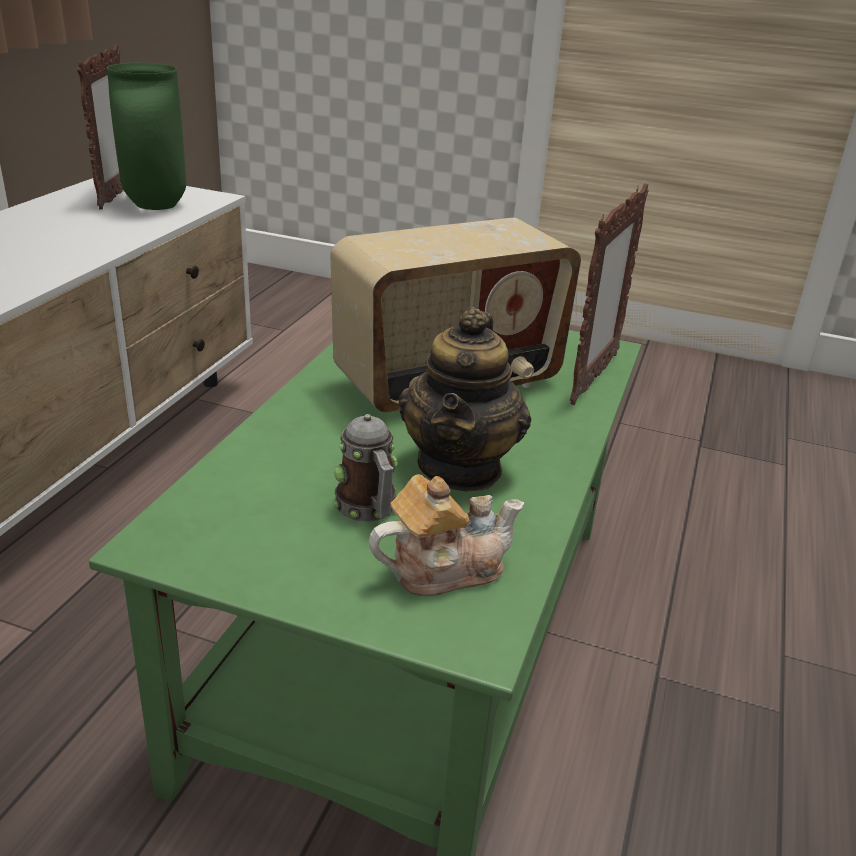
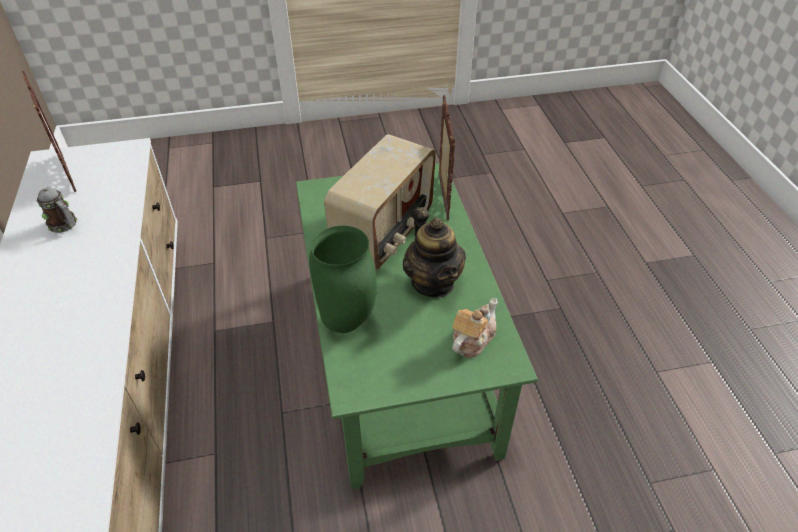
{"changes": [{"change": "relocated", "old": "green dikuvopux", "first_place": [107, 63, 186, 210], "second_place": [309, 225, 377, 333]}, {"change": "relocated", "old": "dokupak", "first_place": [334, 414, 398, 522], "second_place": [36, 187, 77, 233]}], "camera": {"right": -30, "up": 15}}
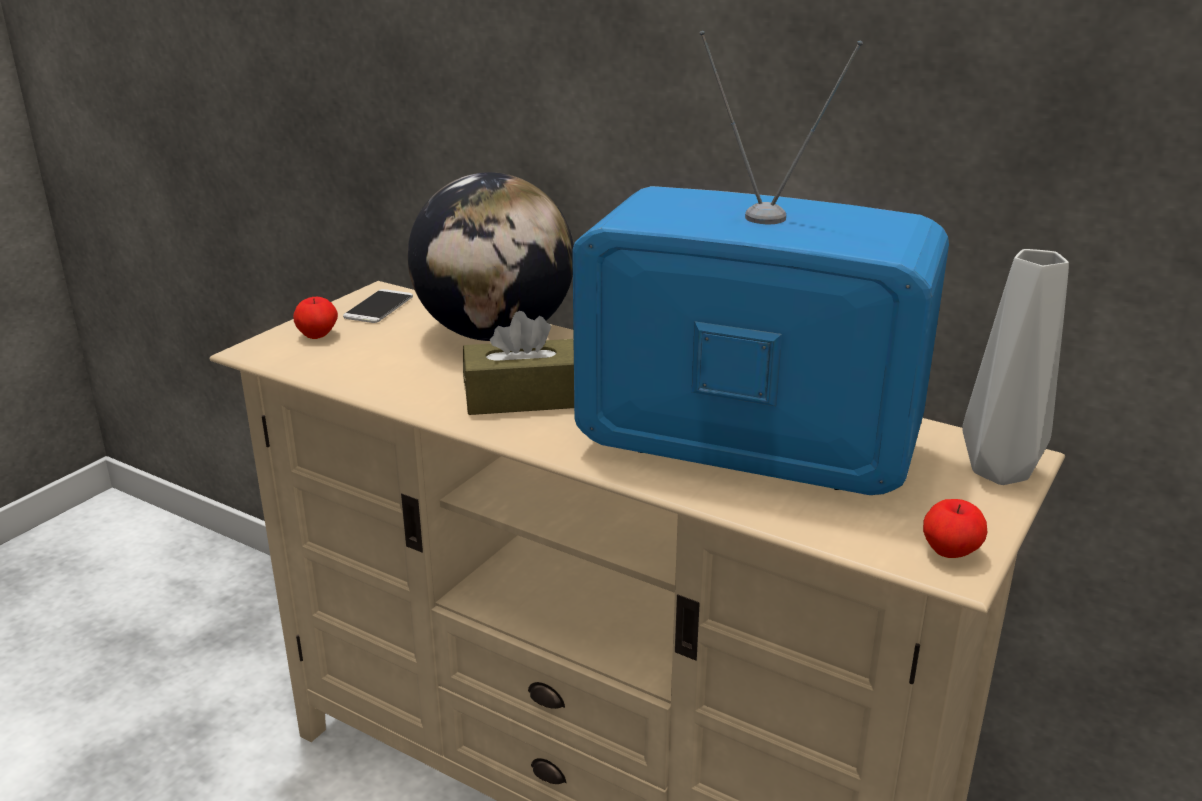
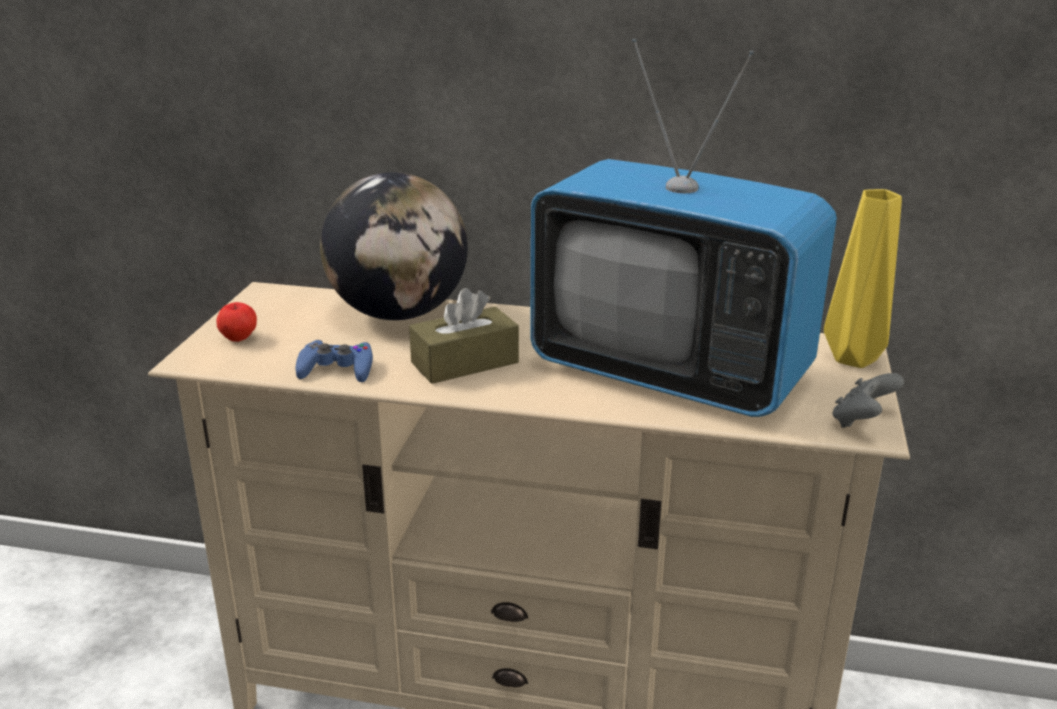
{"changes": [{"change": "missing", "old": "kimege", "first_place": [343, 289, 413, 323]}, {"change": "spun", "old": "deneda", "first_place": [572, 31, 949, 495], "second_place": [530, 39, 837, 417], "degrees": -150}, {"change": "exchanged", "old": "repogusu", "new": "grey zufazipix", "first_place": [923, 499, 988, 558], "second_place": [832, 373, 904, 428]}, {"change": "colour", "old": "grey dikuvopux", "new": "yellow dikuvopux", "first_place": [962, 249, 1069, 485], "second_place": [824, 189, 902, 368]}, {"change": "appeared", "new": "blue zufazipix", "second_place": [295, 340, 373, 382]}], "camera": {"right": -20, "up": 0}}
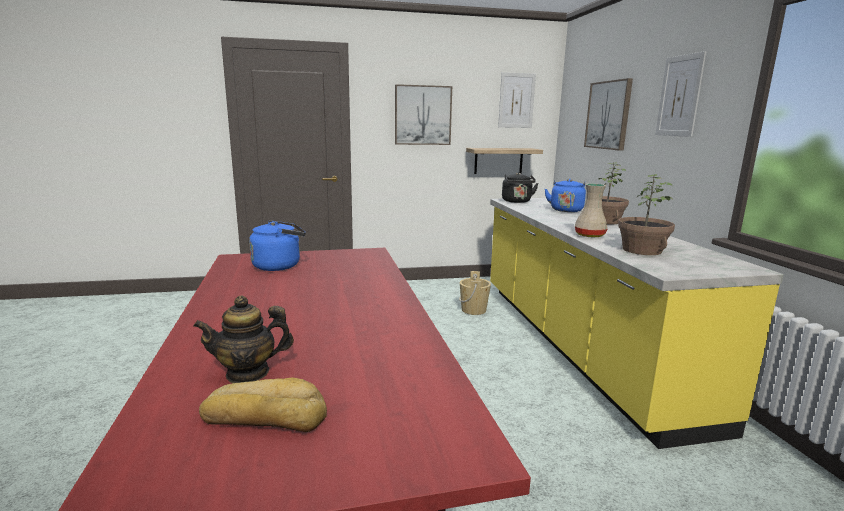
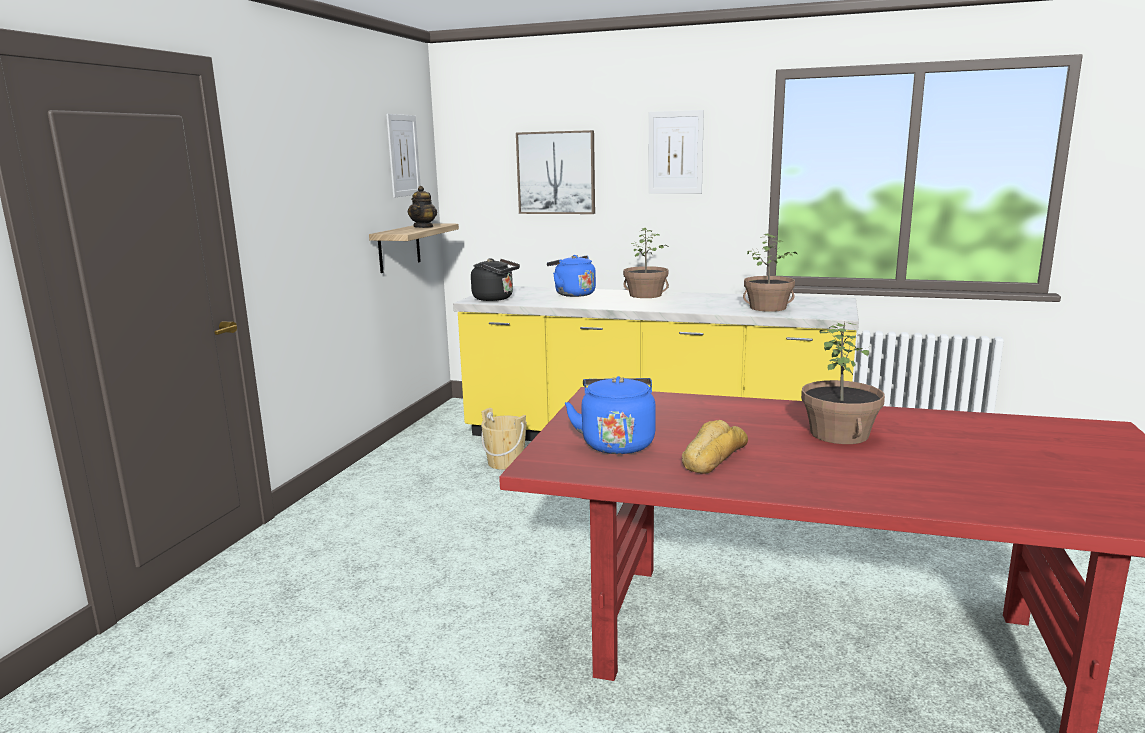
{"changes": [{"change": "relocated", "old": "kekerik", "first_place": [193, 296, 294, 383], "second_place": [408, 186, 437, 228]}, {"change": "relocated", "old": "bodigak", "first_place": [199, 377, 327, 432], "second_place": [682, 420, 748, 474]}, {"change": "missing", "old": "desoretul", "first_place": [395, 84, 452, 145]}, {"change": "missing", "old": "beige dikuvopux", "first_place": [575, 184, 608, 237]}, {"change": "appeared", "new": "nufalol", "second_place": [801, 322, 885, 444]}], "camera": {"right": -60, "up": 0}}
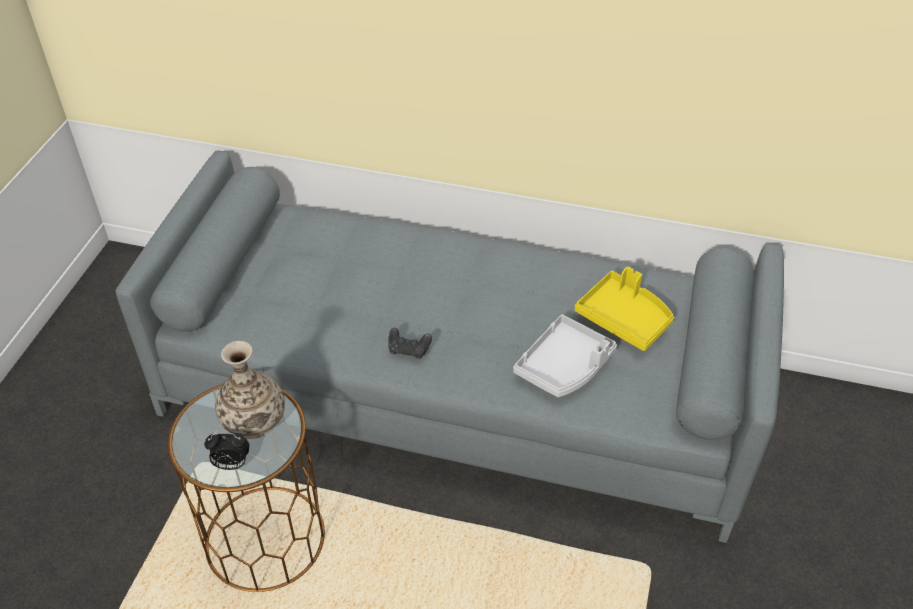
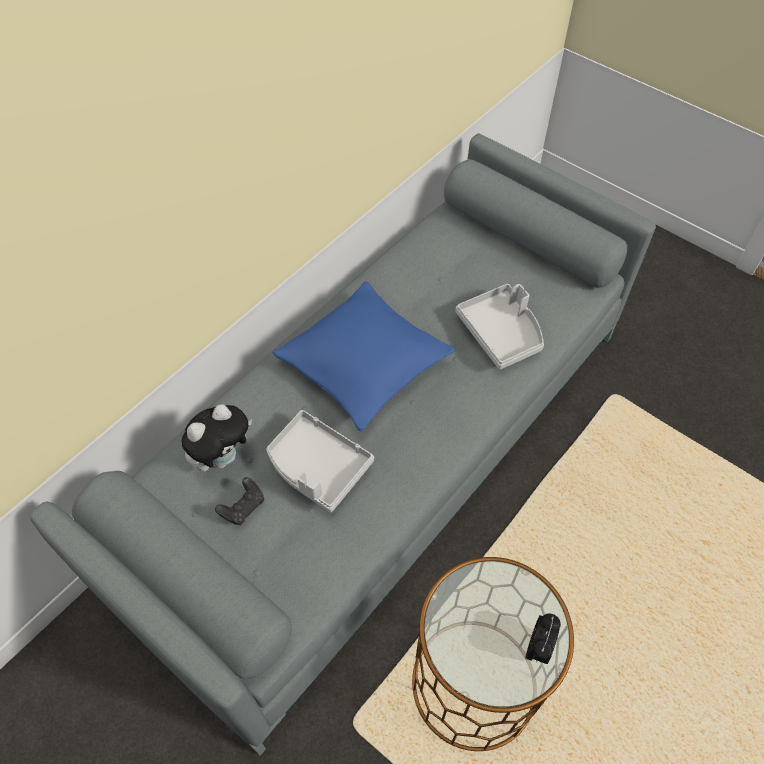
{"changes": [{"change": "missing", "old": "dikuvopux", "first_place": [215, 341, 285, 439]}, {"change": "relocated", "old": "black zufazipix", "first_place": [389, 328, 432, 359], "second_place": [215, 477, 264, 525]}, {"change": "missing", "old": "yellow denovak", "first_place": [575, 267, 674, 351]}, {"change": "appeared", "new": "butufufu", "second_place": [182, 404, 252, 472]}, {"change": "appeared", "new": "grey denovak", "second_place": [266, 410, 374, 512]}, {"change": "appeared", "new": "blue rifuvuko", "second_place": [272, 281, 455, 432]}], "camera": {"right": -65, "up": 10}}
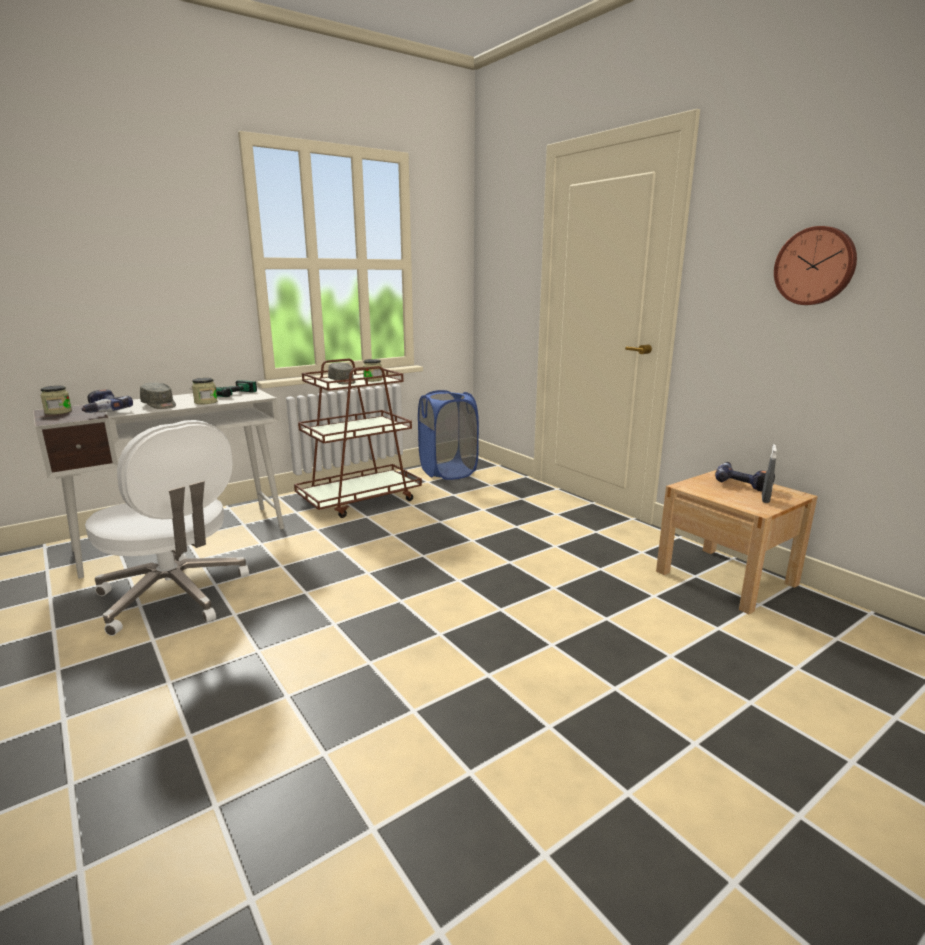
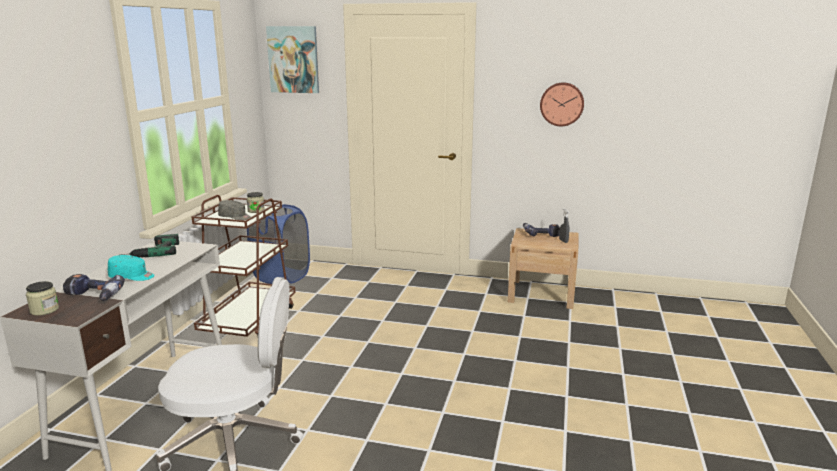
{"changes": [{"change": "colour", "old": "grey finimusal", "new": "turquoise finimusal", "first_place": [140, 382, 176, 409], "second_place": [108, 255, 155, 281]}, {"change": "missing", "old": "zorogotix", "first_place": [192, 378, 218, 404]}, {"change": "appeared", "new": "desoretul", "second_place": [266, 26, 319, 93]}], "camera": {"right": -40, "up": 0}}
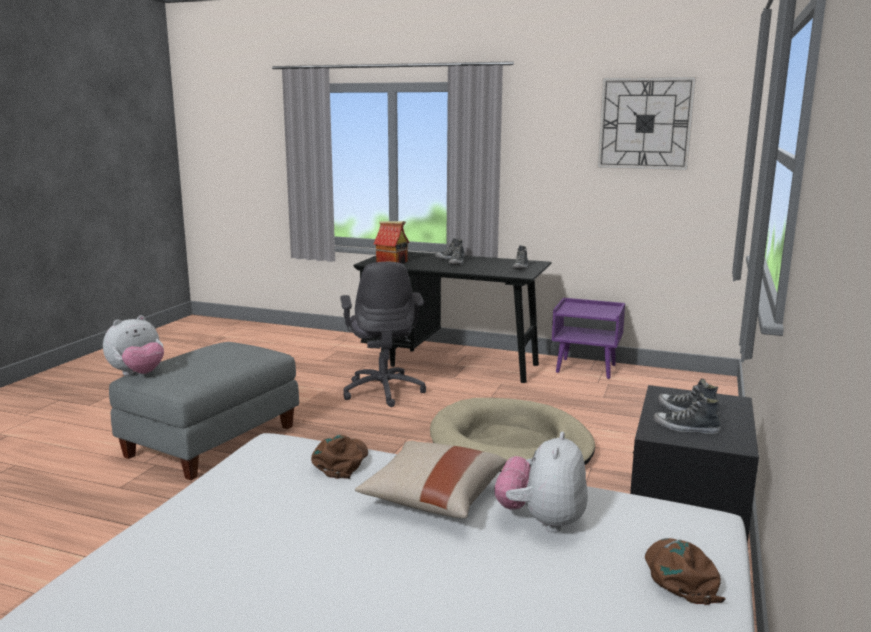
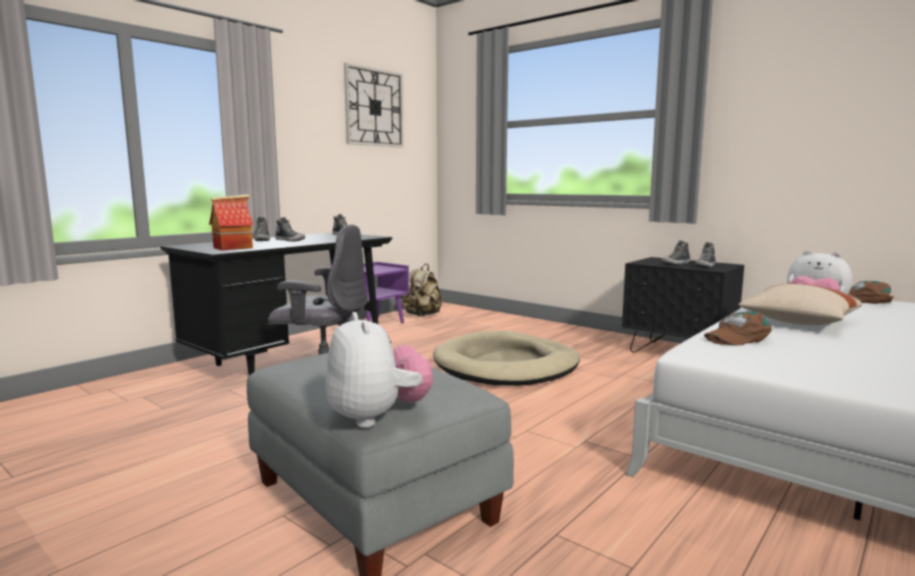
{"changes": [{"change": "spun", "old": "brown finimusal", "first_place": [311, 435, 368, 479], "second_place": [704, 311, 772, 346], "degrees": -60}, {"change": "appeared", "new": "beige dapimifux", "second_place": [401, 264, 442, 316]}], "camera": {"right": -70, "up": -5}}
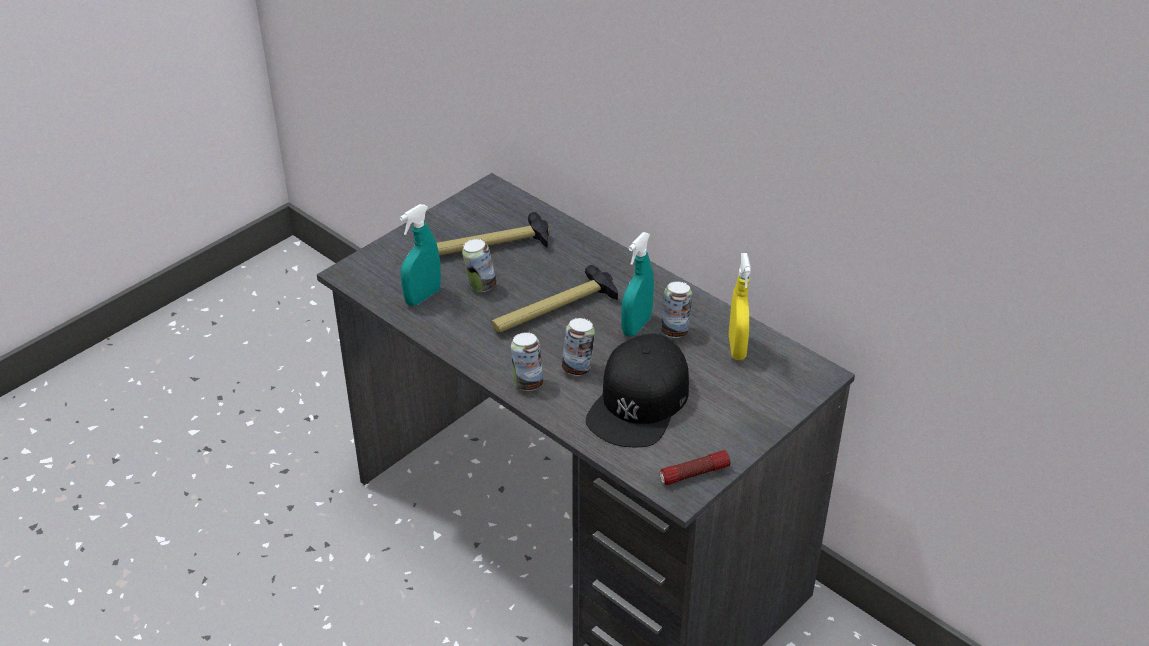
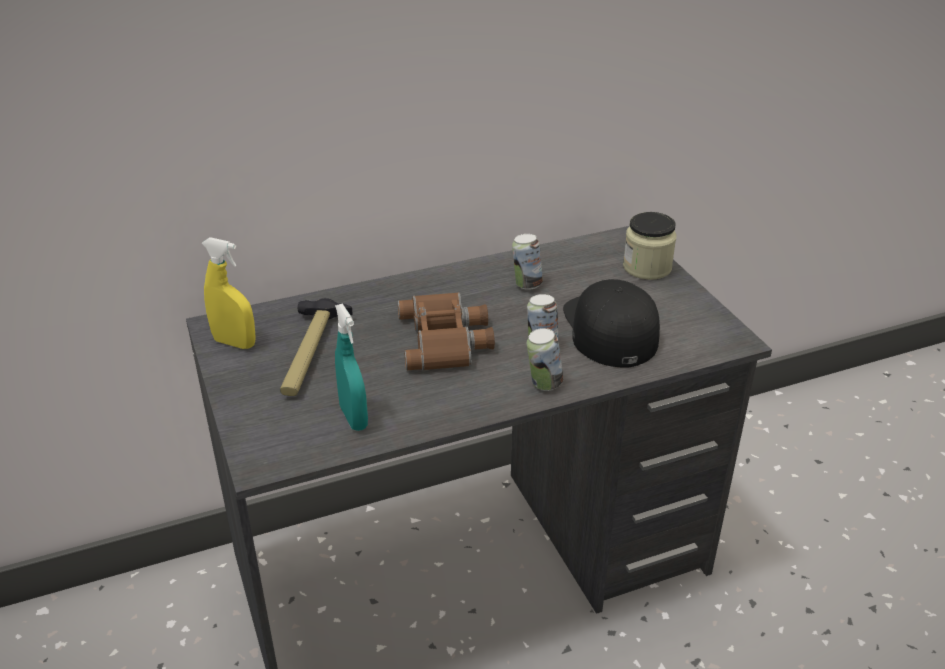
{"changes": [{"change": "missing", "old": "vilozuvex", "first_place": [462, 239, 497, 292]}, {"change": "exchanged", "old": "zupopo", "new": "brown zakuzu", "first_place": [492, 265, 618, 333], "second_place": [398, 292, 495, 370]}, {"change": "spun", "old": "black finimusal", "first_place": [586, 334, 689, 447], "second_place": [563, 279, 660, 368], "degrees": -150}, {"change": "missing", "old": "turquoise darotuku", "first_place": [621, 232, 654, 337]}, {"change": "missing", "old": "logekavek", "first_place": [660, 450, 730, 485]}, {"change": "relocated", "old": "yellow darotuku", "first_place": [729, 253, 751, 360], "second_place": [202, 237, 256, 349]}, {"change": "appeared", "new": "zorogotix", "second_place": [623, 212, 677, 280]}], "camera": {"right": -65, "up": -5}}
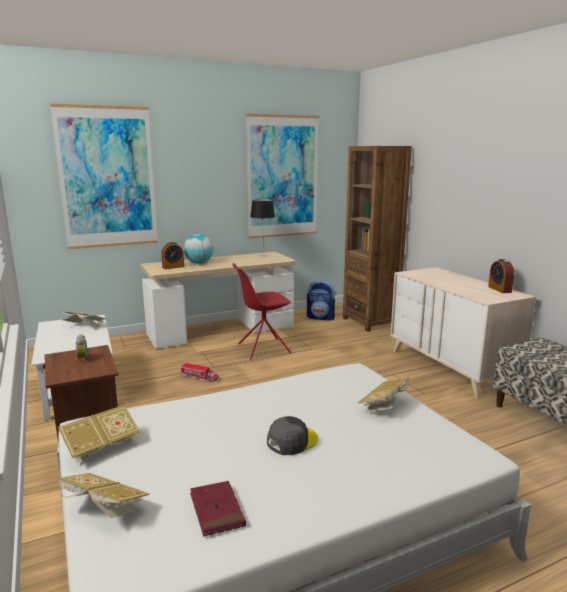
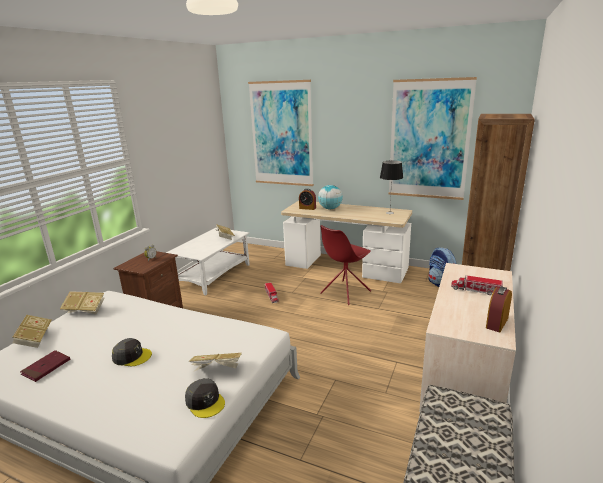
{"changes": [{"change": "spun", "old": "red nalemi", "first_place": [232, 263, 292, 359], "second_place": [320, 225, 371, 305], "degrees": -75}, {"change": "appeared", "new": "grey finimusal", "second_place": [185, 378, 225, 418]}, {"change": "appeared", "new": "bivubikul", "second_place": [451, 276, 503, 295]}], "camera": {"right": 50, "up": 5}}
